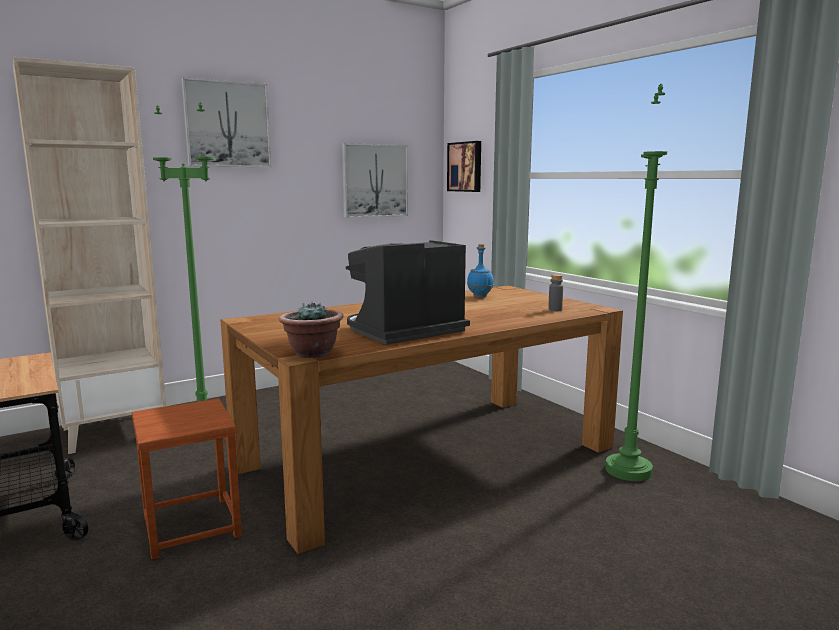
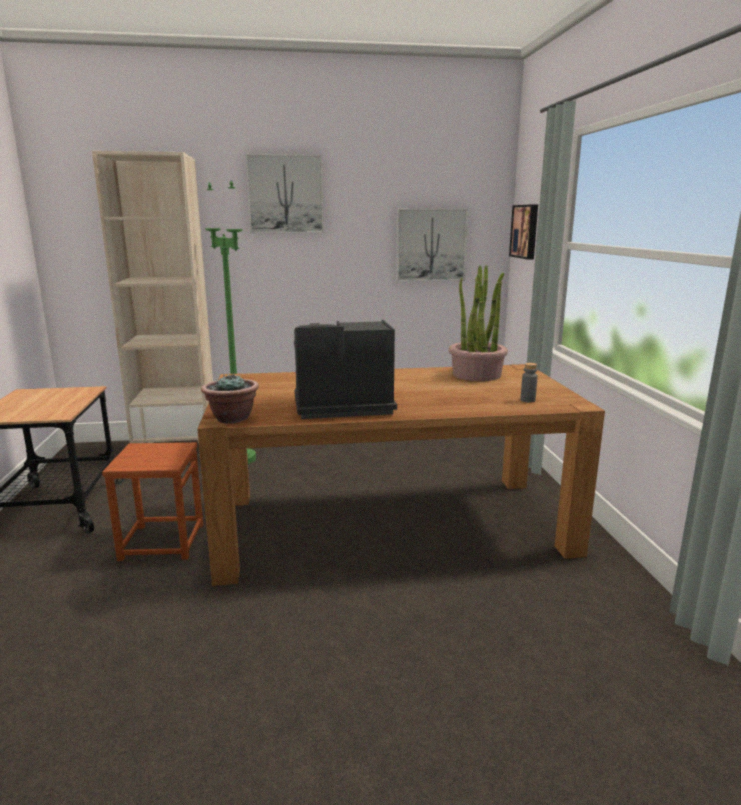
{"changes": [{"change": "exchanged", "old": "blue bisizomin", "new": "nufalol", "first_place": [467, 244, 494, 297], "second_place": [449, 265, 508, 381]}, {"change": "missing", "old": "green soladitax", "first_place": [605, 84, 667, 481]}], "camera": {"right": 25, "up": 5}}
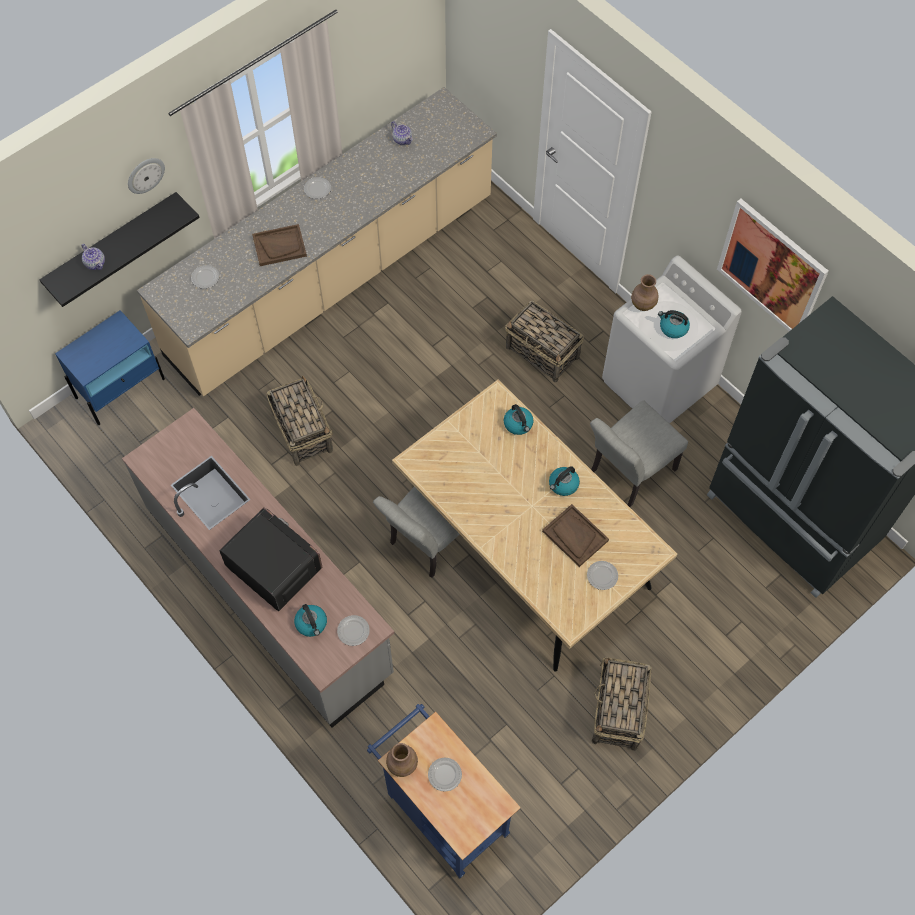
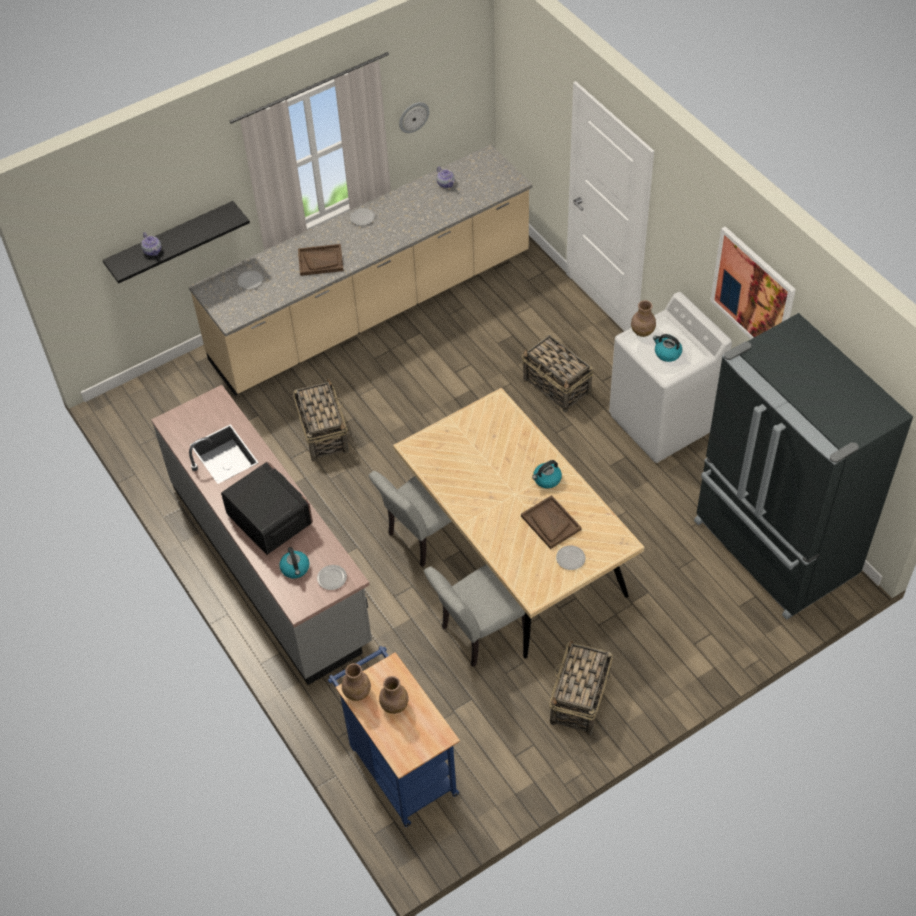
{"changes": [{"change": "missing", "old": "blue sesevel", "first_place": [55, 310, 165, 425]}, {"change": "relocated", "old": "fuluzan", "first_place": [128, 158, 165, 194], "second_place": [399, 102, 429, 133]}, {"change": "exchanged", "old": "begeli", "new": "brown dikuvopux", "first_place": [428, 758, 462, 792], "second_place": [379, 676, 409, 714]}, {"change": "missing", "old": "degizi", "first_place": [504, 404, 533, 435]}, {"change": "relocated", "old": "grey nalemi", "first_place": [590, 400, 688, 507], "second_place": [424, 564, 525, 667]}], "camera": {"right": 10, "up": -10}}
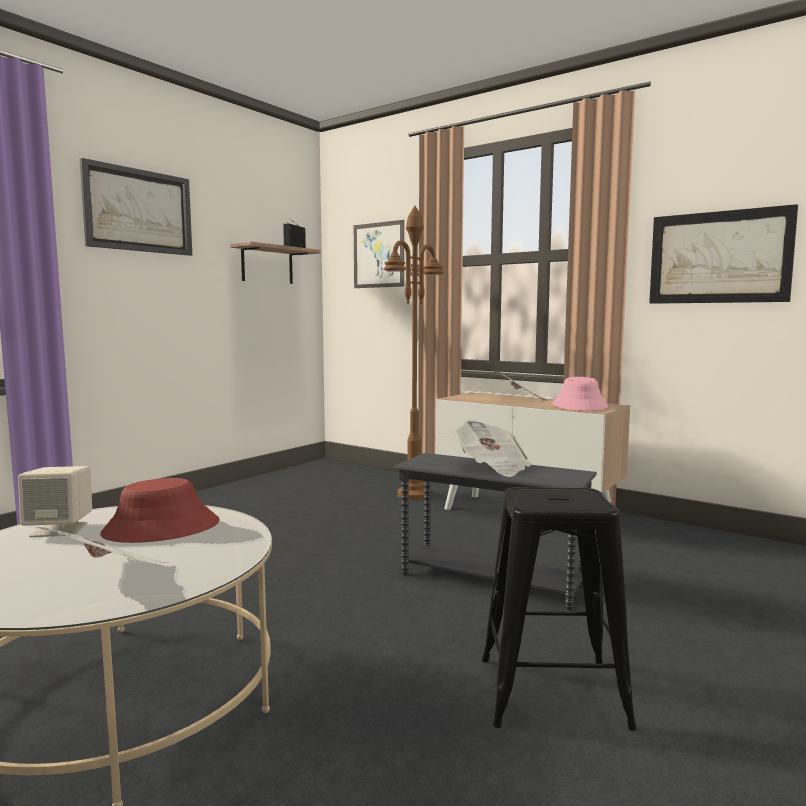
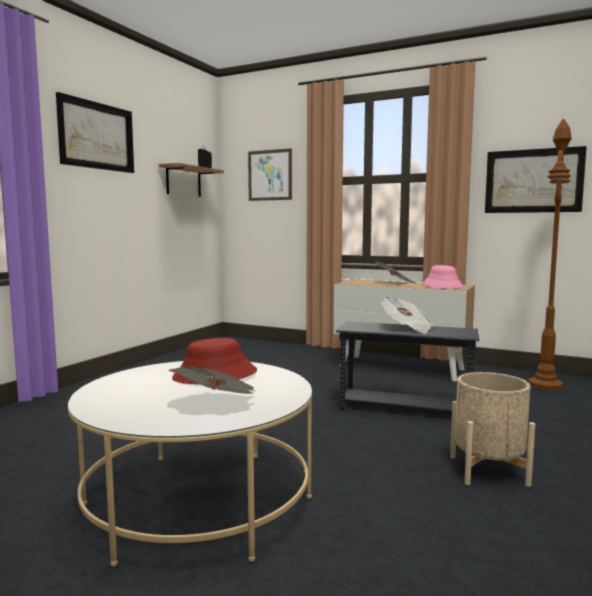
{"changes": [{"change": "missing", "old": "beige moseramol", "first_place": [18, 466, 92, 537]}, {"change": "relocated", "old": "brown soladitax", "first_place": [384, 206, 444, 500], "second_place": [529, 118, 572, 391]}, {"change": "exchanged", "old": "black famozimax", "new": "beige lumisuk", "first_place": [482, 487, 637, 731], "second_place": [450, 372, 535, 487]}], "camera": {"right": -10, "up": 0}}
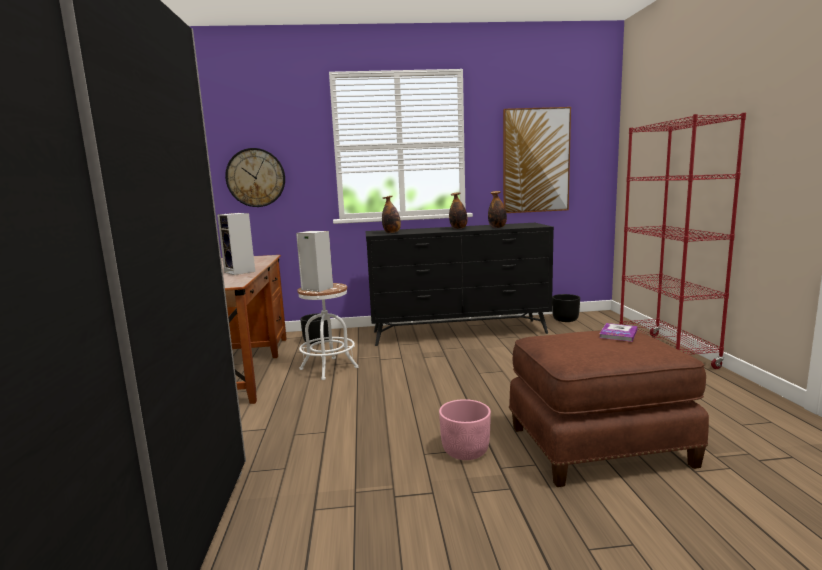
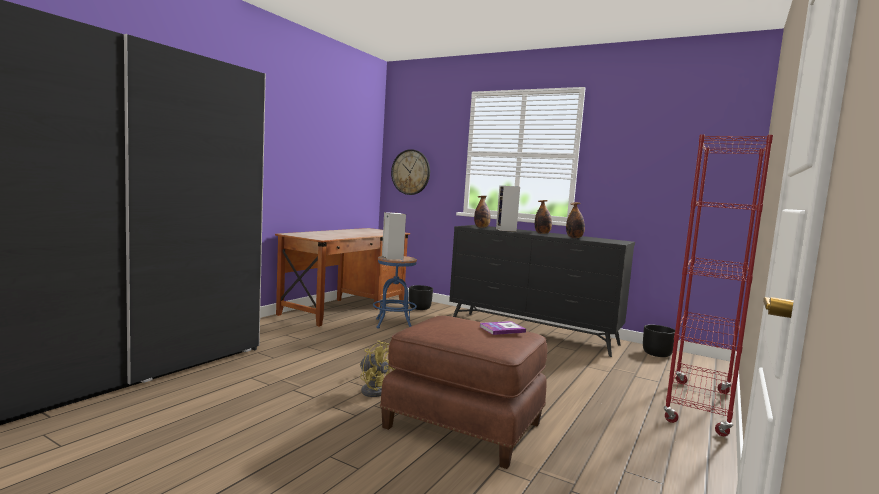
{"changes": [{"change": "relocated", "old": "moseramol", "first_place": [217, 213, 255, 275], "second_place": [496, 186, 520, 232]}, {"change": "colour", "old": "white famozimax", "new": "blue famozimax", "first_place": [297, 283, 359, 380], "second_place": [373, 256, 417, 329]}, {"change": "exchanged", "old": "pink lumisuk", "new": "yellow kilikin", "first_place": [439, 399, 491, 460], "second_place": [360, 340, 395, 397]}, {"change": "missing", "old": "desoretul", "first_place": [503, 107, 571, 213]}], "camera": {"right": 35, "up": -5}}
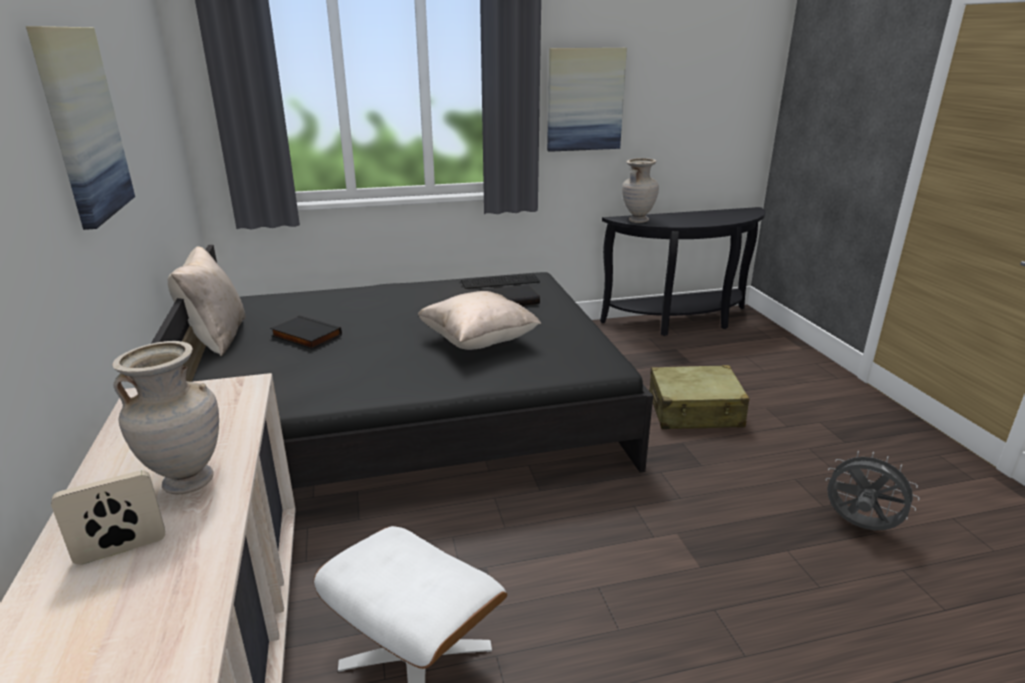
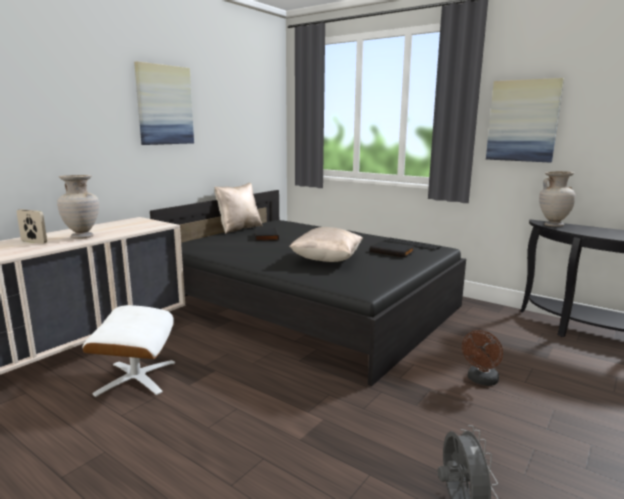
{"changes": [{"change": "exchanged", "old": "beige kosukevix", "new": "brown kilikin", "first_place": [649, 365, 749, 429], "second_place": [462, 330, 503, 386]}], "camera": {"right": 50, "up": -10}}
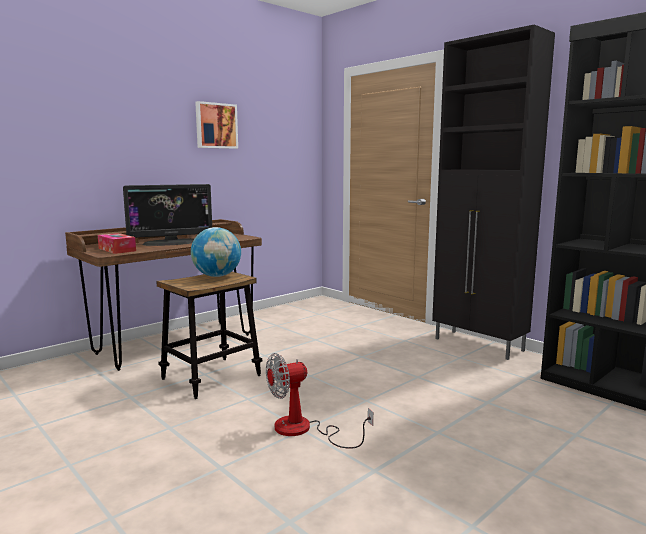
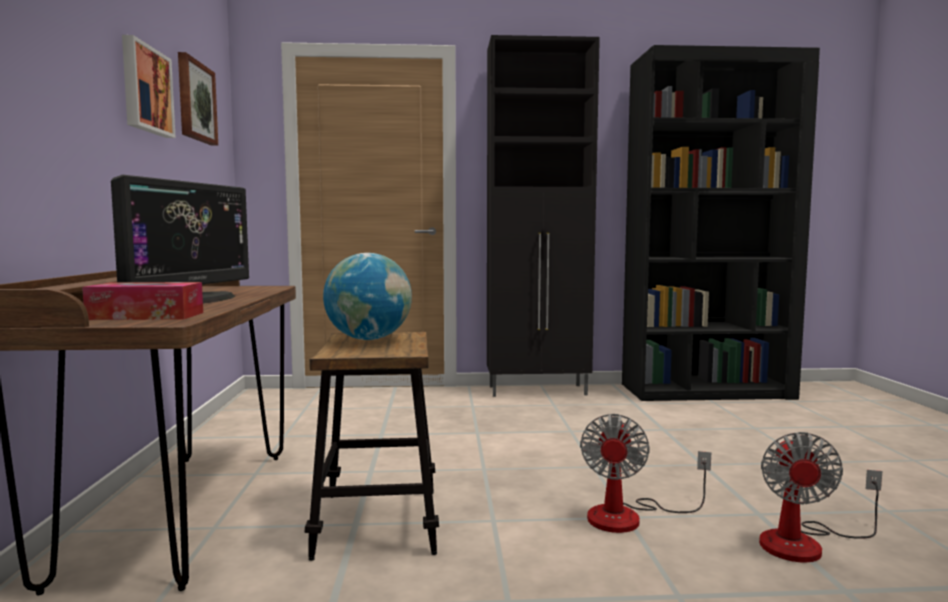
{"changes": [{"change": "appeared", "new": "desoretul", "second_place": [178, 52, 218, 146]}, {"change": "appeared", "new": "kilikin", "second_place": [759, 432, 882, 563]}], "camera": {"right": -50, "up": -5}}
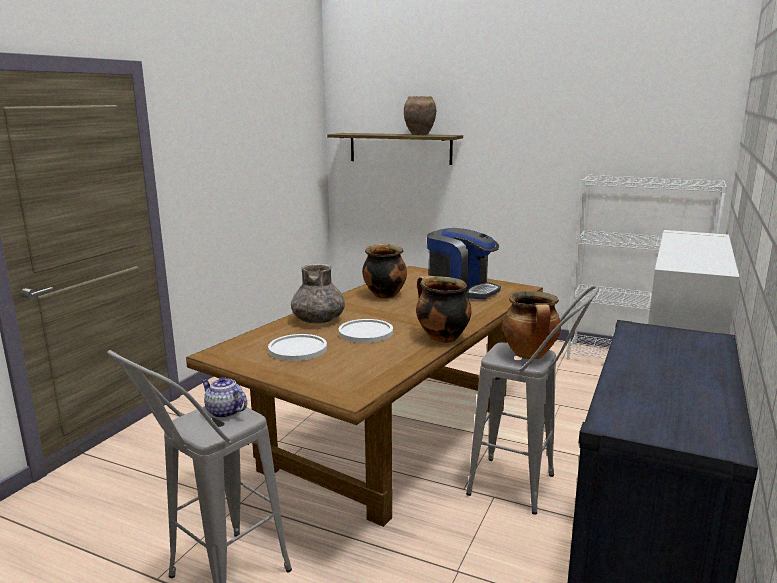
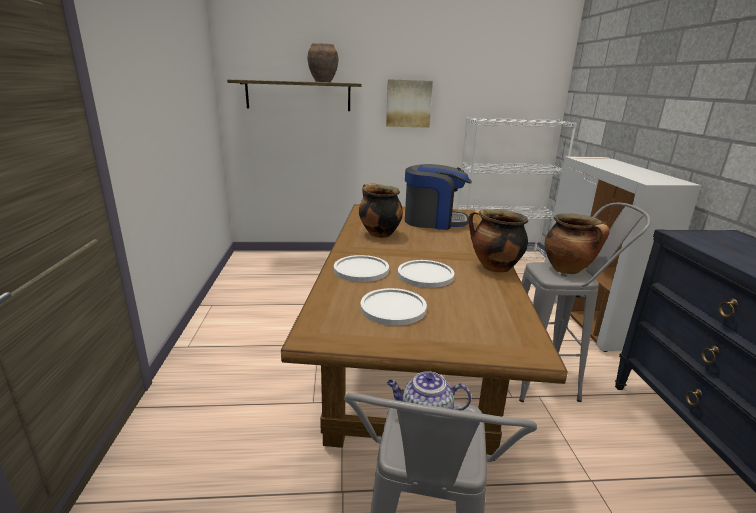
{"changes": [{"change": "exchanged", "old": "grey dikuvopux", "new": "white begeli", "first_place": [291, 264, 345, 324], "second_place": [334, 255, 389, 282]}, {"change": "appeared", "new": "desoretul", "second_place": [386, 79, 433, 128]}], "camera": {"right": -30, "up": 5}}
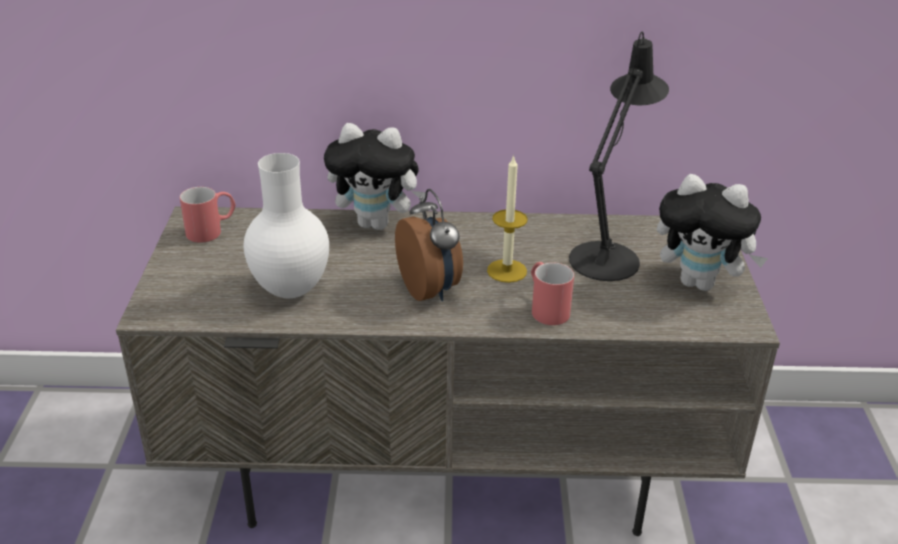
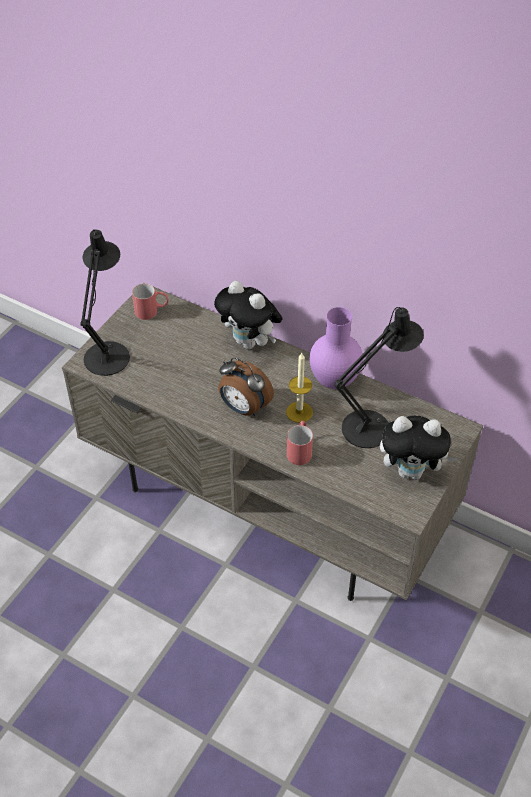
{"changes": [{"change": "missing", "old": "white dikuvopux", "first_place": [244, 153, 329, 298]}, {"change": "spun", "old": "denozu", "first_place": [395, 189, 463, 301], "second_place": [218, 358, 274, 416], "degrees": 120}, {"change": "spun", "old": "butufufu", "first_place": [657, 174, 768, 291], "second_place": [380, 416, 456, 480], "degrees": -45}, {"change": "appeared", "new": "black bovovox", "second_place": [80, 229, 130, 376]}, {"change": "appeared", "new": "purple dikuvopux", "second_place": [310, 307, 363, 389]}], "camera": {"right": 30, "up": 15}}
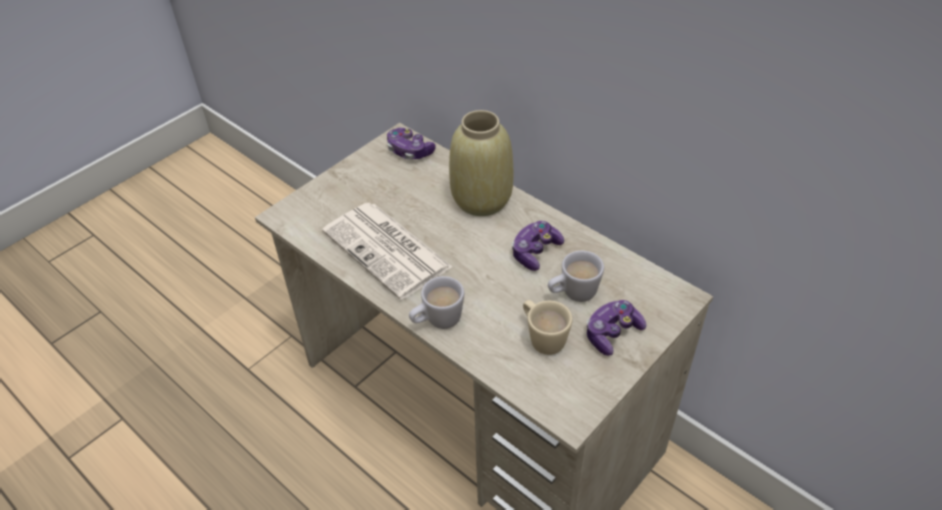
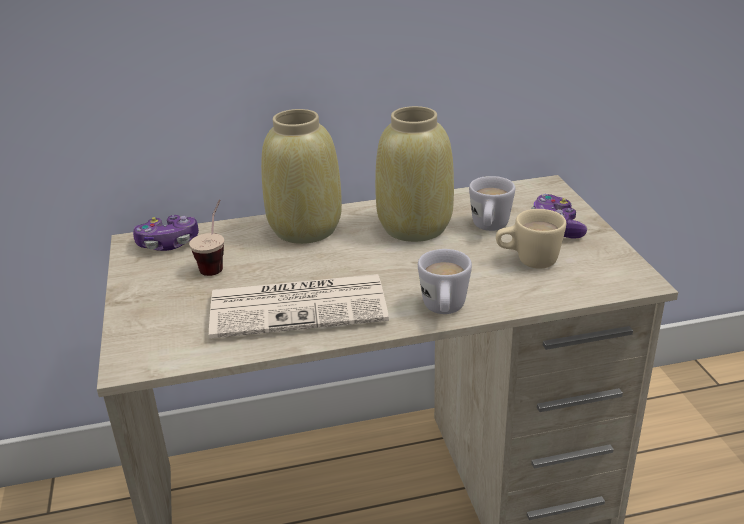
{"changes": [{"change": "exchanged", "old": "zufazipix", "new": "beige dikuvopux", "first_place": [512, 221, 564, 271], "second_place": [375, 106, 454, 242]}, {"change": "appeared", "new": "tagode", "second_place": [189, 199, 224, 276]}], "camera": {"right": -55, "up": -15}}
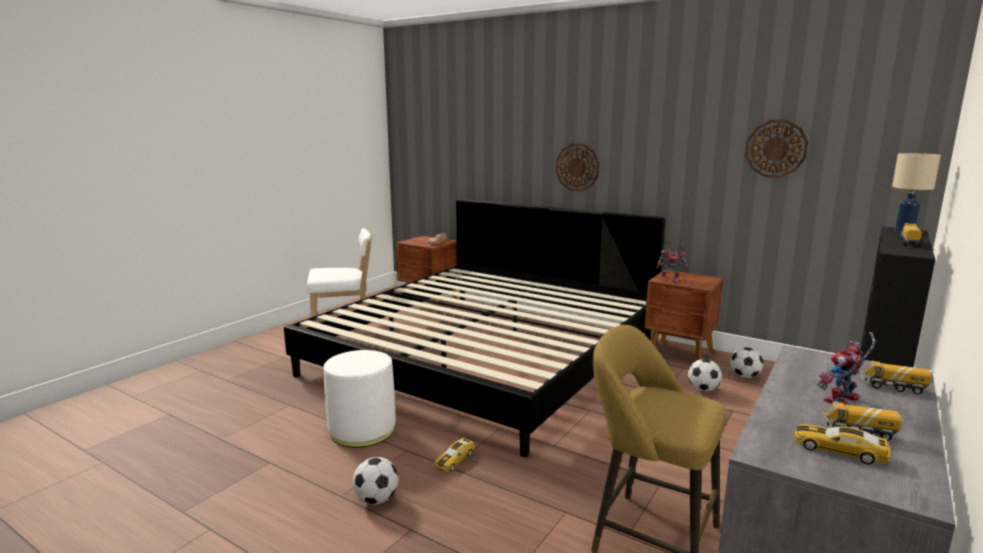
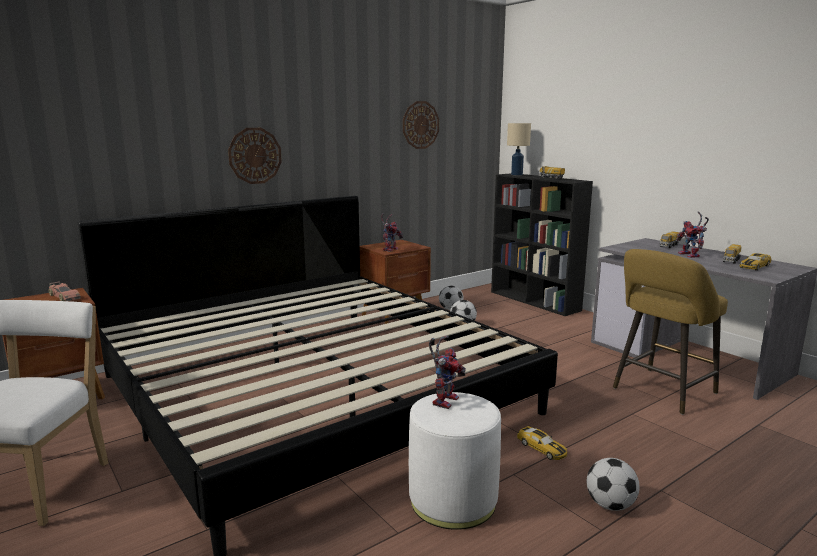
{"changes": [{"change": "appeared", "new": "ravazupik", "second_place": [429, 335, 466, 409]}], "camera": {"right": -70, "up": 0}}
